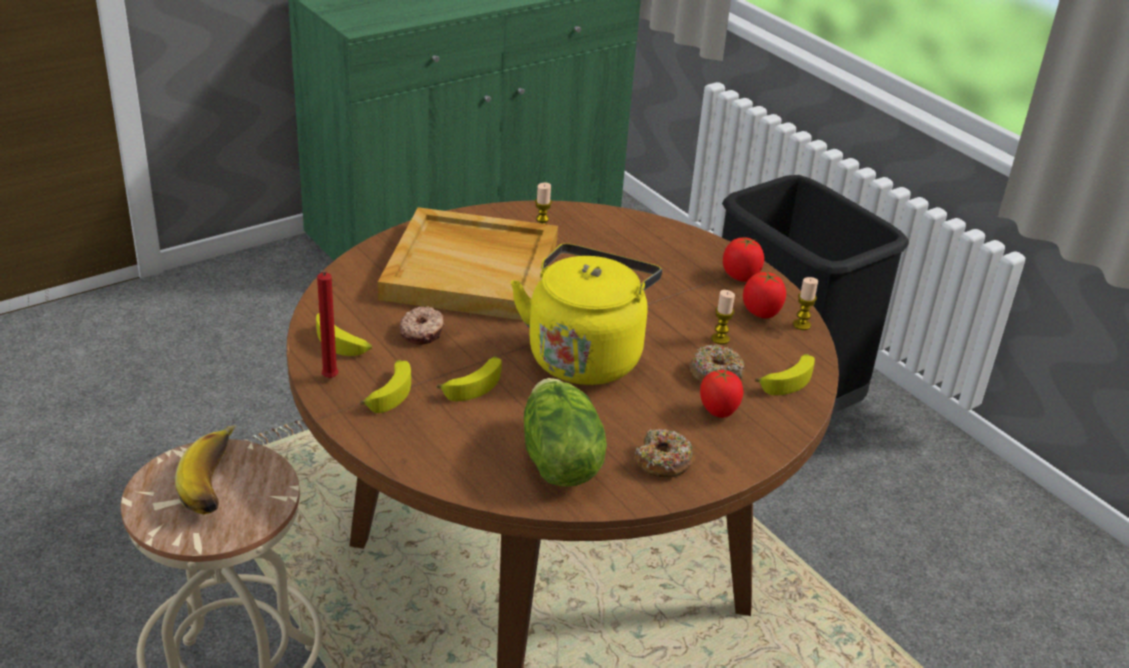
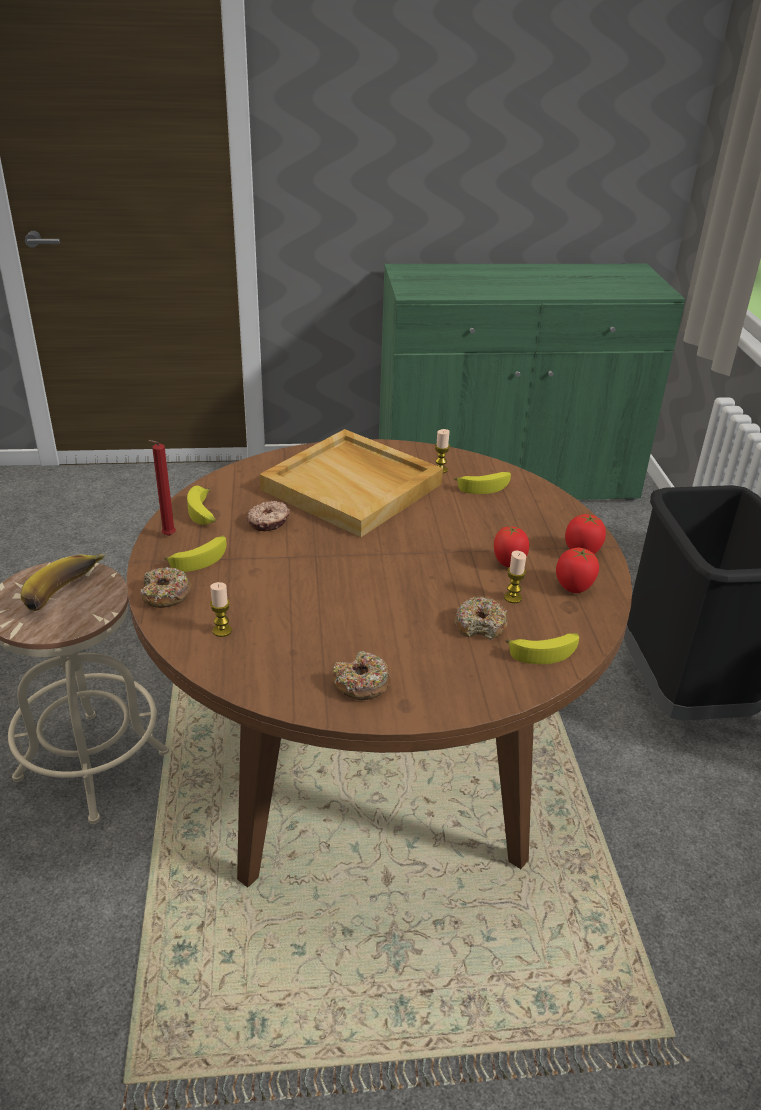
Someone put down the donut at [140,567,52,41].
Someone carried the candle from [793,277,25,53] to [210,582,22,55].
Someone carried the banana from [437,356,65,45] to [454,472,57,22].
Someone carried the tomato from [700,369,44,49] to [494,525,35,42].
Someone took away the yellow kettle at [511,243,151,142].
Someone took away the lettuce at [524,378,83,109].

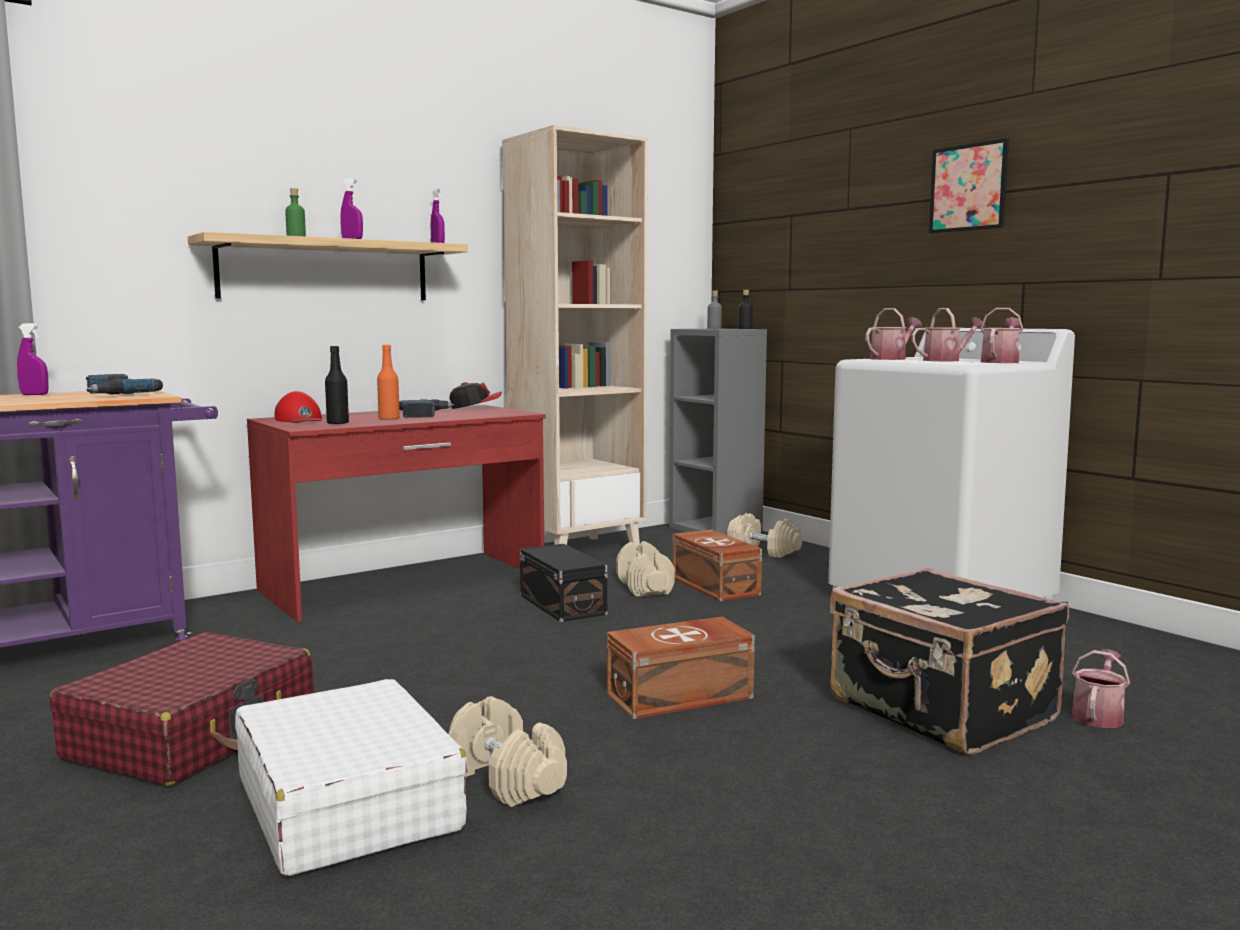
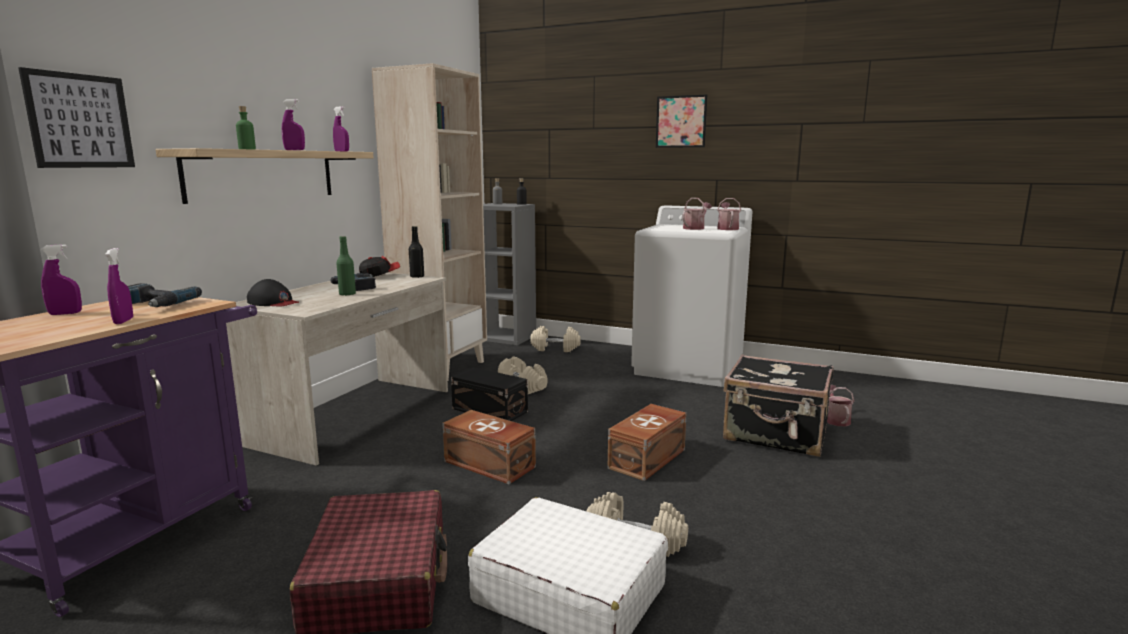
Someone put up the picture at [18,67,117,101].
Someone put down the purple spray bottle at [105,248,28,76].
Someone repainted the red desk at [247,405,299,217], which became the beige desk at [226,273,222,193].
Someone repainted the red cap at [275,391,47,32], which became the black cap at [247,279,52,28].
Someone repainted the orange bottle at [377,345,23,75], which became the green bottle at [336,236,20,60].
Someone carried the black bottle from [325,346,24,78] to [409,226,15,52].
Someone carried the brown storage box from [672,530,90,71] to [443,410,93,74].
Someone took away the watering can at [866,308,56,52].

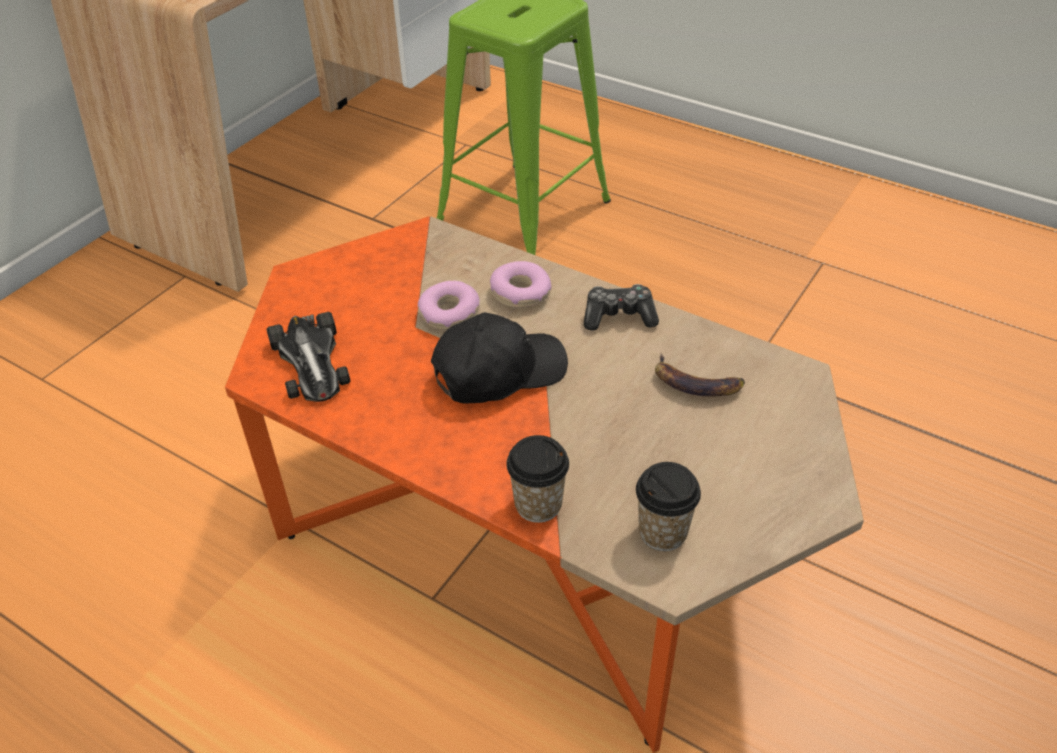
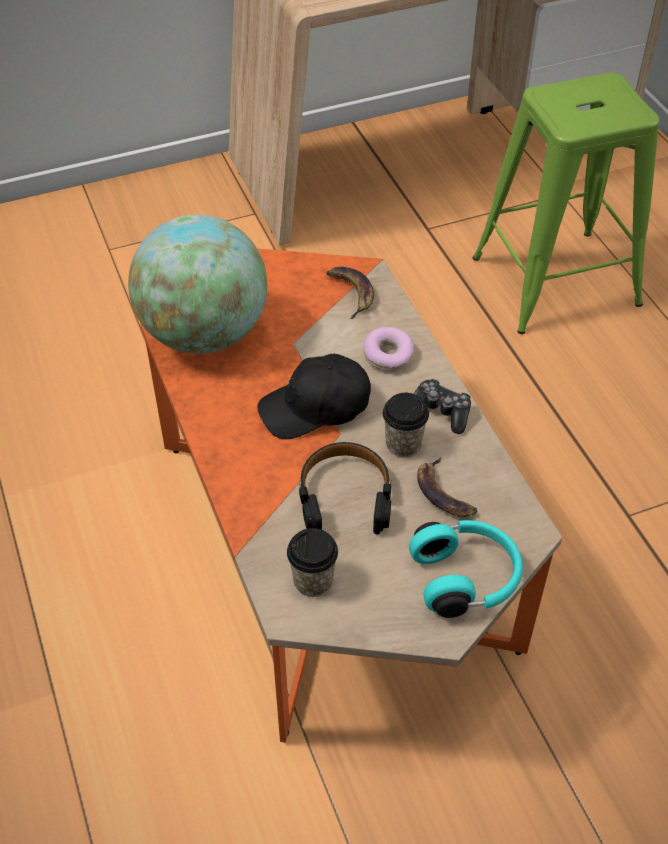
Someone swapped the toy car at [266,312,84,90] for the globe at [128,214,139,140].
Someone rotated the black cap at [431,312,137,92] by 150 degrees clockwise.
Someone put down the black headphones at [299,442,92,92].
Someone put down the banana at [326,267,48,52].
Someone carried the cup from [506,435,63,88] to [383,393,46,65].
Someone put down the turquoise headphones at [409,520,114,98].
Someone took away the donut at [418,281,62,49].

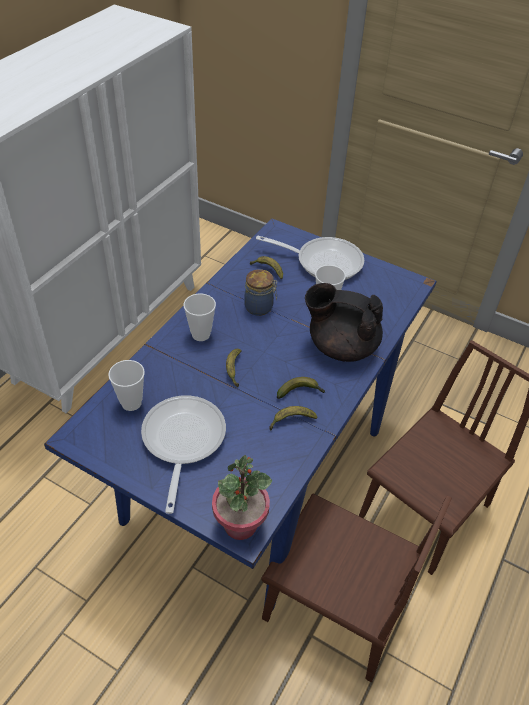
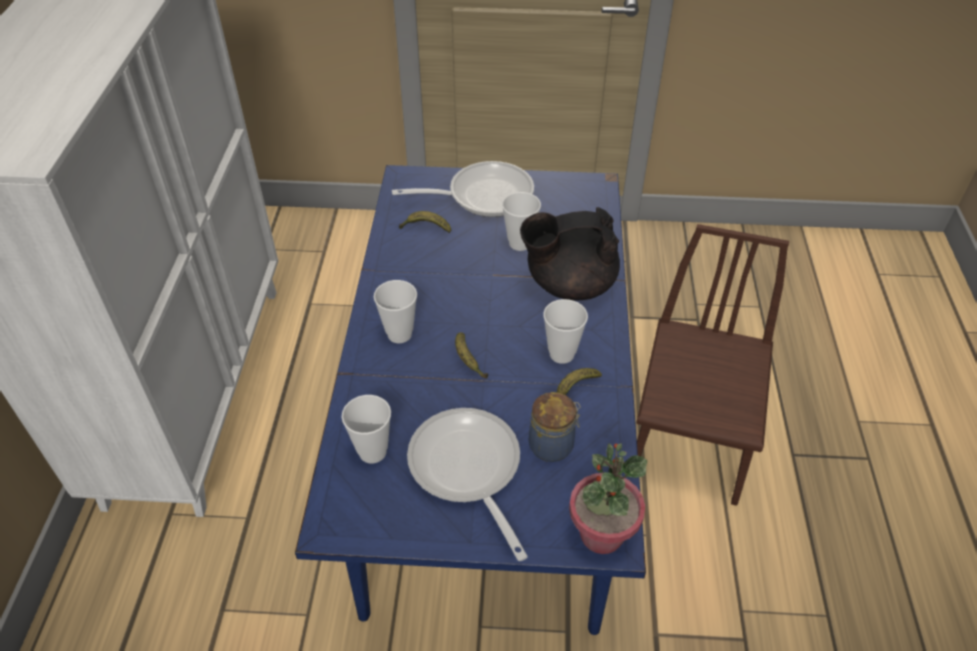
Someone carried the jar from [244,269,33,47] to [529,392,52,70].
Someone swapped the banana at [277,377,48,22] for the cup at [543,299,45,65].
Someone took away the brown chair at [261,493,191,189].

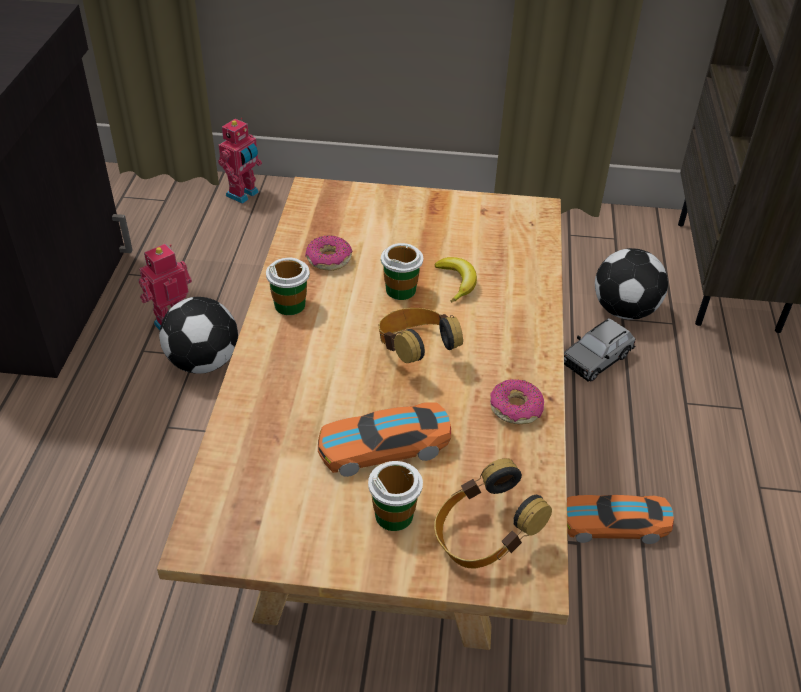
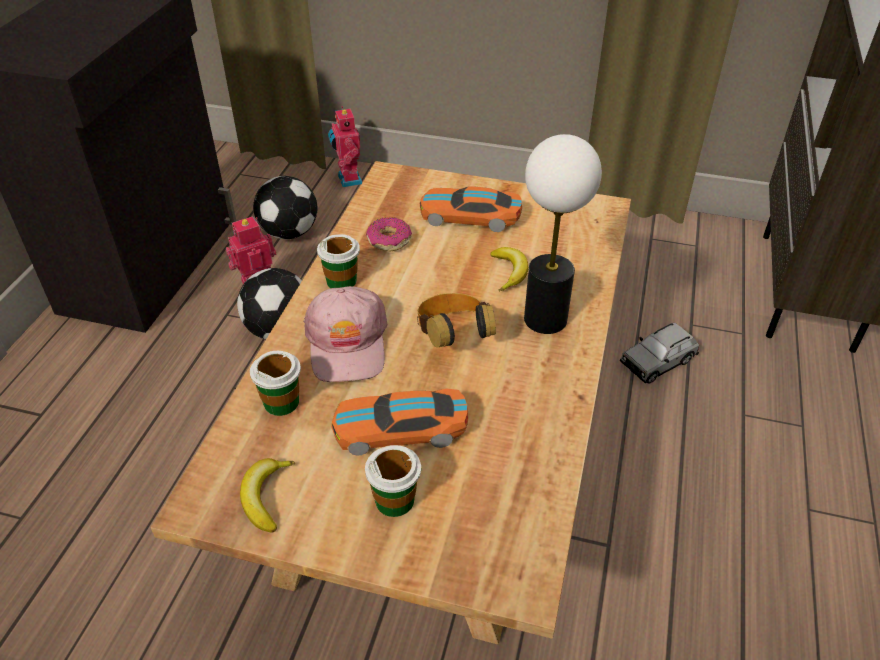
Someone put down the banana at [240,458,55,74].
Someone carried the cup from [381,243,42,57] to [250,351,51,65].
Someone carried the football from [595,248,73,72] to [253,176,65,64].
Someone put down the pink cap at [303,286,84,96].
Someone rotated the toy robot at [218,118,44,86] by 120 degrees clockwise.
Someone carried the toy car from [567,495,107,49] to [420,186,102,46].
Someone put down the table lamp at [524,134,78,200].
Someone took away the headphones at [434,458,118,110].
Someone took away the donut at [490,379,54,45].

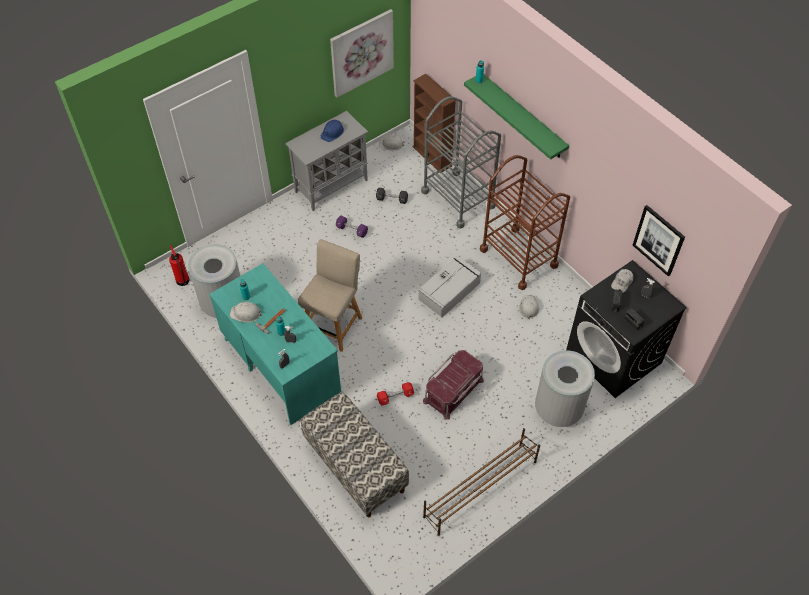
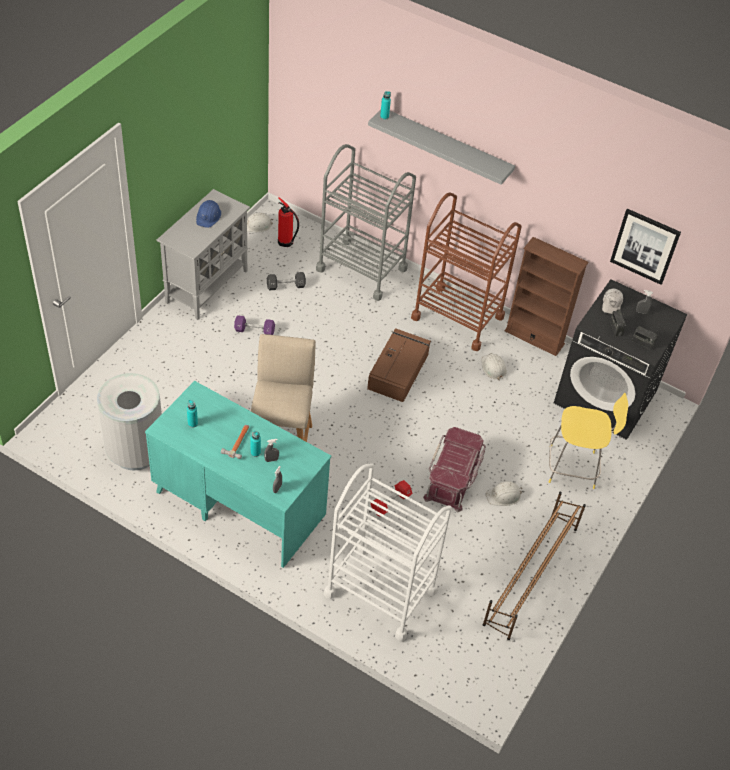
Someone carried the fire extinguisher from [169,245,21,41] to [278,197,21,50].
Someone swapped the bench at [301,392,108,126] for the white cart at [324,463,128,178].
Someone repainted the grey storage box at [418,255,64,62], which became the brown storage box at [367,328,64,74].
Someone repainted the green shelf at [464,75,105,85], which became the grey shelf at [368,110,147,75].
Someone carried the white hard hat from [230,302,32,21] to [486,481,36,25].
Someone carried the brown bookcase from [413,74,43,98] to [505,237,84,119].
Someone swapped the grey trash can at [535,350,60,77] for the yellow stool at [549,393,79,96].
Someone took away the picture at [330,9,64,89].

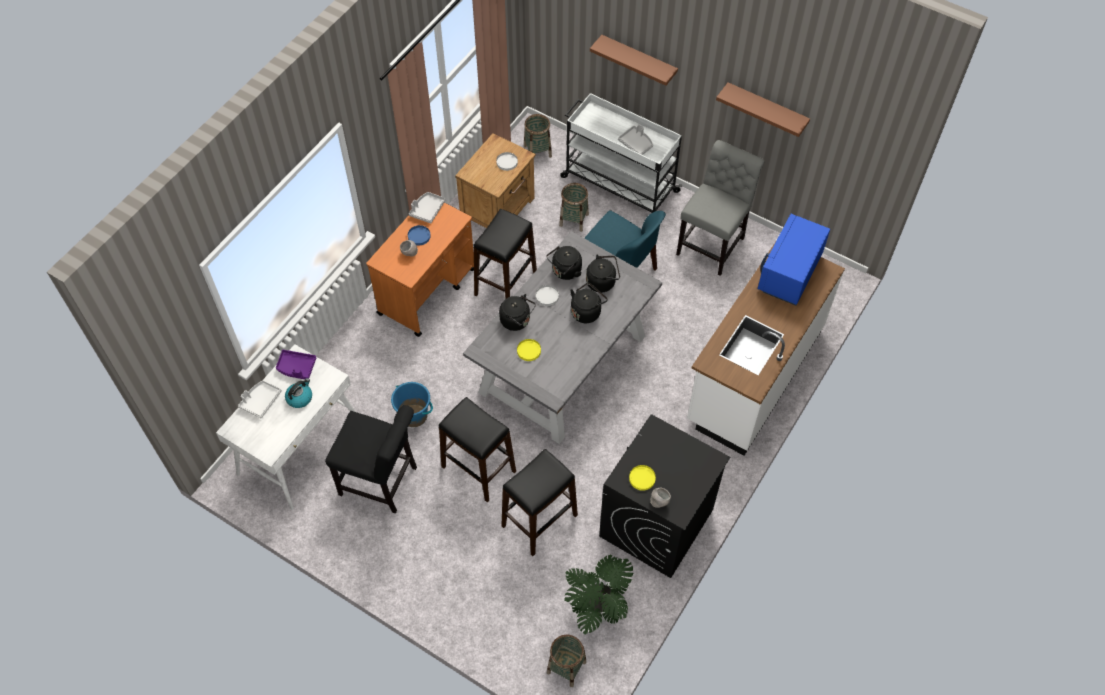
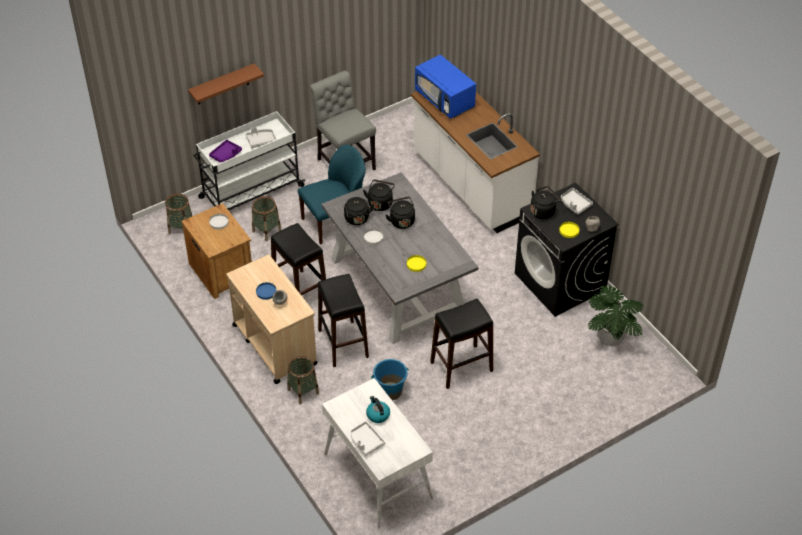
Someone carried the purple tray from [276,350,40,29] to [209,140,33,22].
Someone repainted the orange cart at [366,203,108,134], which became the beige cart at [226,254,92,130].
Someone carried the basket from [547,634,39,53] to [287,356,32,48].
Someone carried the black stool from [501,449,77,107] to [318,274,51,93].
Someone carried the black kettle from [499,294,37,37] to [530,186,32,33].
Someone carried the grey tray from [409,192,36,31] to [561,188,32,27].
Someone took away the black chair at [325,405,92,109].
Someone took away the brown shelf at [716,82,94,55].

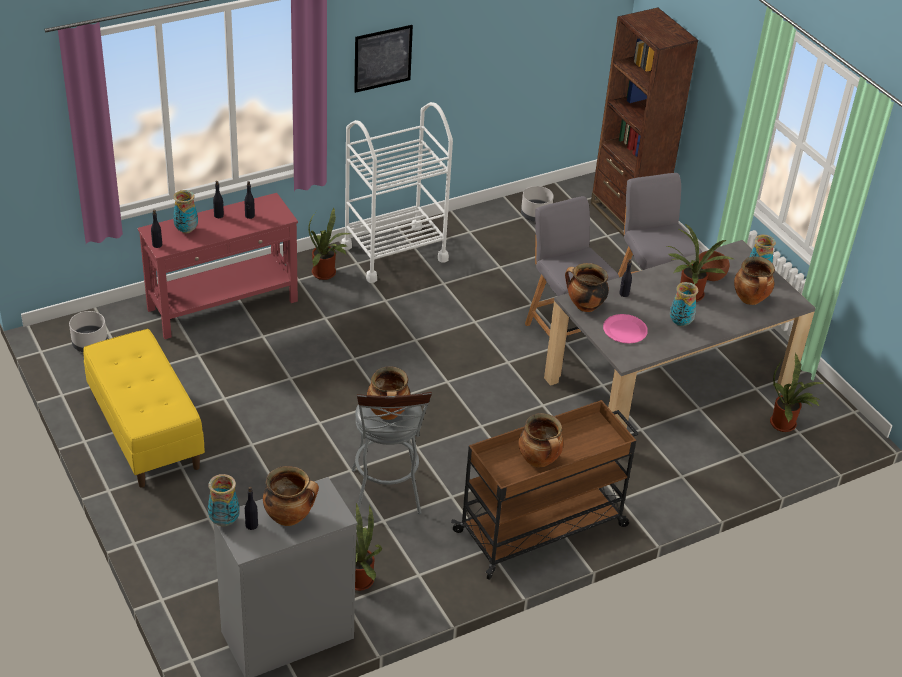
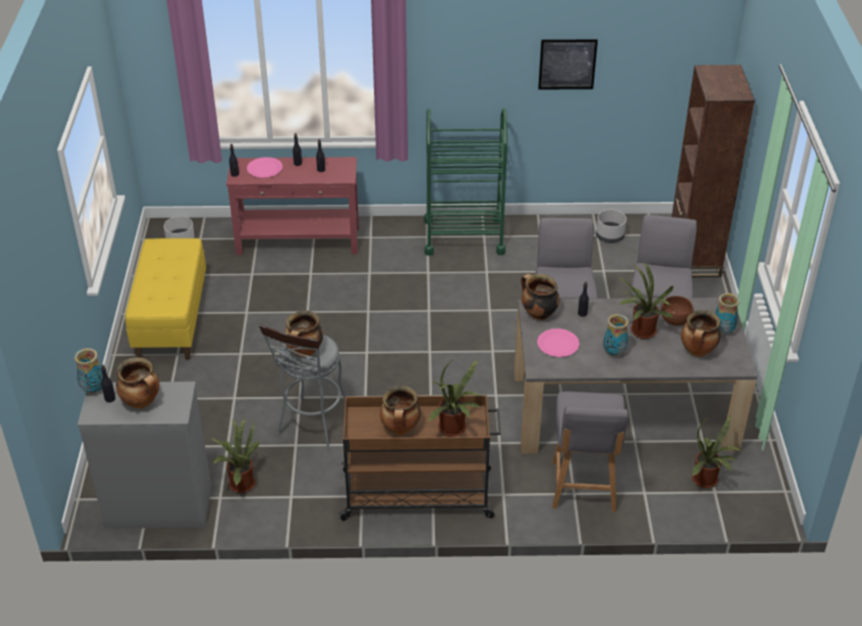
Someone swapped the vase at [173,190,25,43] for the pink plate at [247,157,36,21].
Someone repainted the white cart at [341,102,112,181], which became the green cart at [424,108,84,148].
Someone carried the potted plant from [308,208,43,72] to [428,358,53,79].
Someone carried the picture from [354,25,59,68] to [538,39,60,51].
Someone put down the grey chair at [552,391,76,121].

